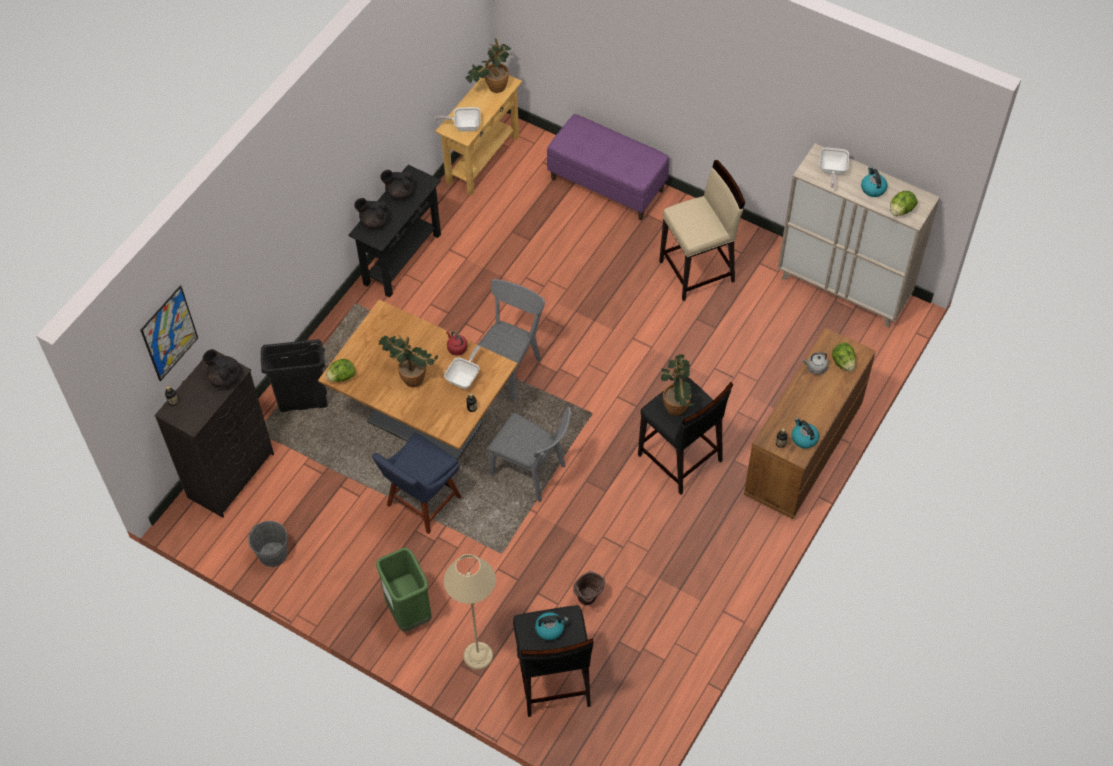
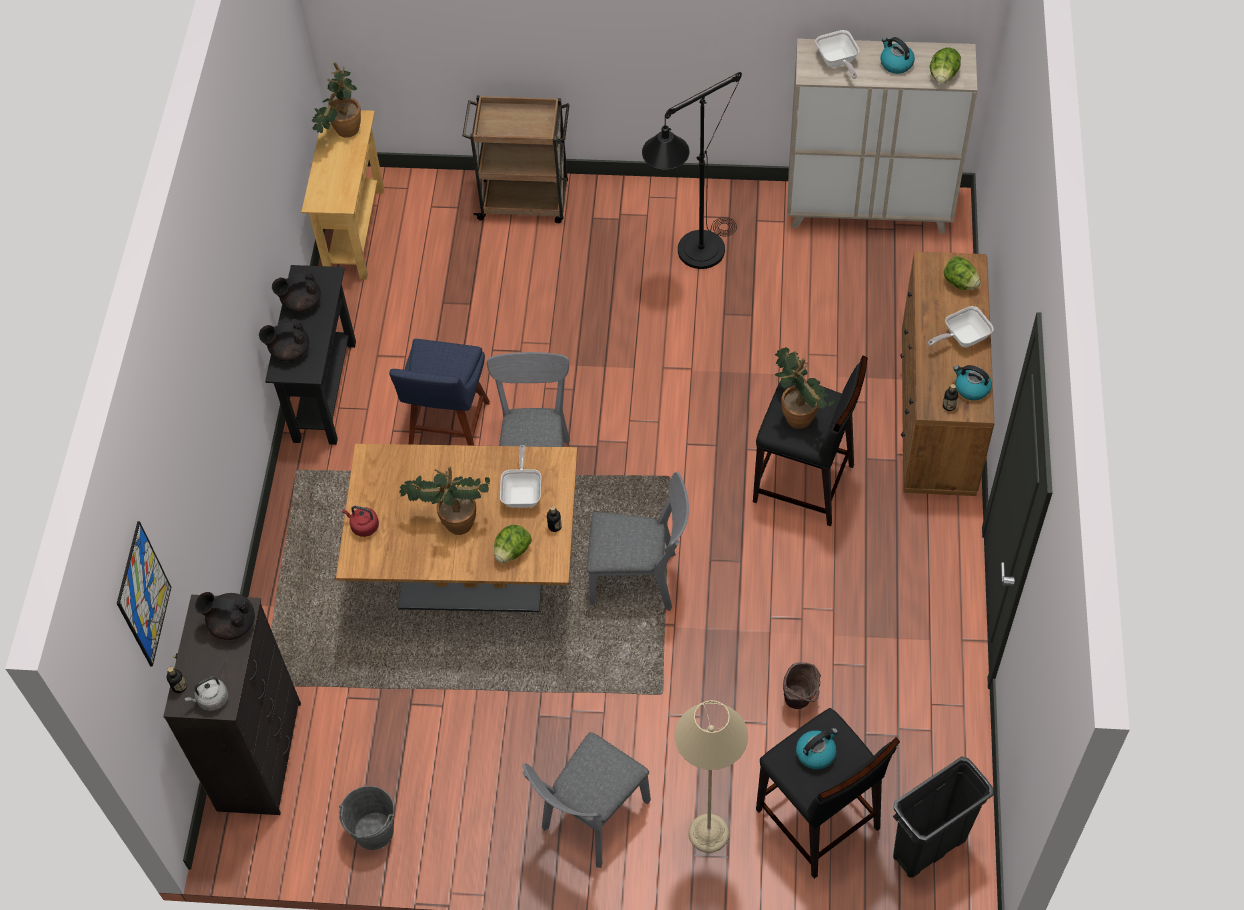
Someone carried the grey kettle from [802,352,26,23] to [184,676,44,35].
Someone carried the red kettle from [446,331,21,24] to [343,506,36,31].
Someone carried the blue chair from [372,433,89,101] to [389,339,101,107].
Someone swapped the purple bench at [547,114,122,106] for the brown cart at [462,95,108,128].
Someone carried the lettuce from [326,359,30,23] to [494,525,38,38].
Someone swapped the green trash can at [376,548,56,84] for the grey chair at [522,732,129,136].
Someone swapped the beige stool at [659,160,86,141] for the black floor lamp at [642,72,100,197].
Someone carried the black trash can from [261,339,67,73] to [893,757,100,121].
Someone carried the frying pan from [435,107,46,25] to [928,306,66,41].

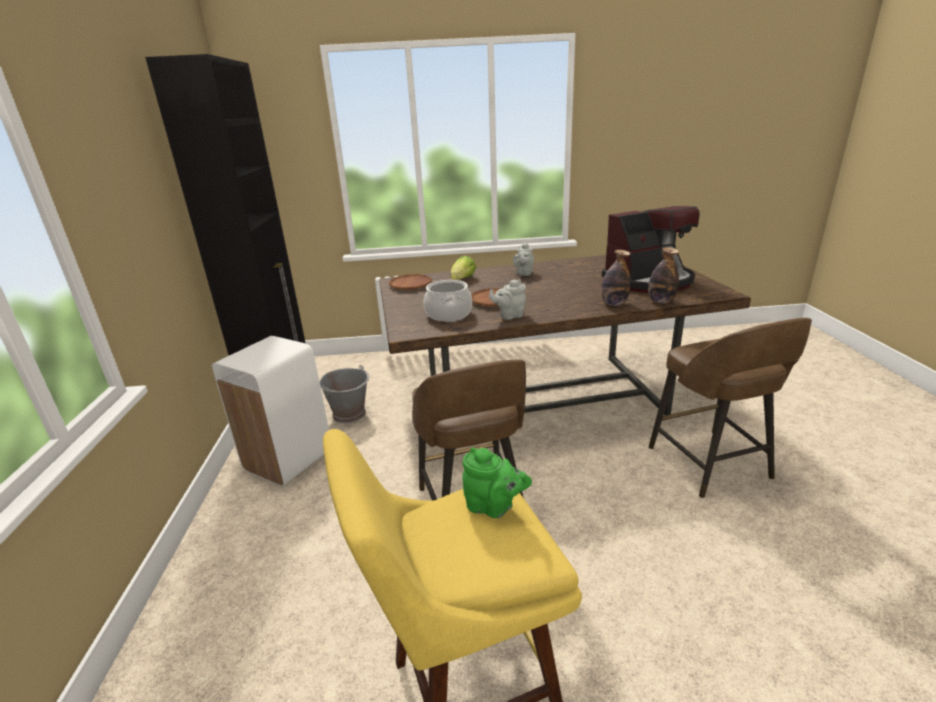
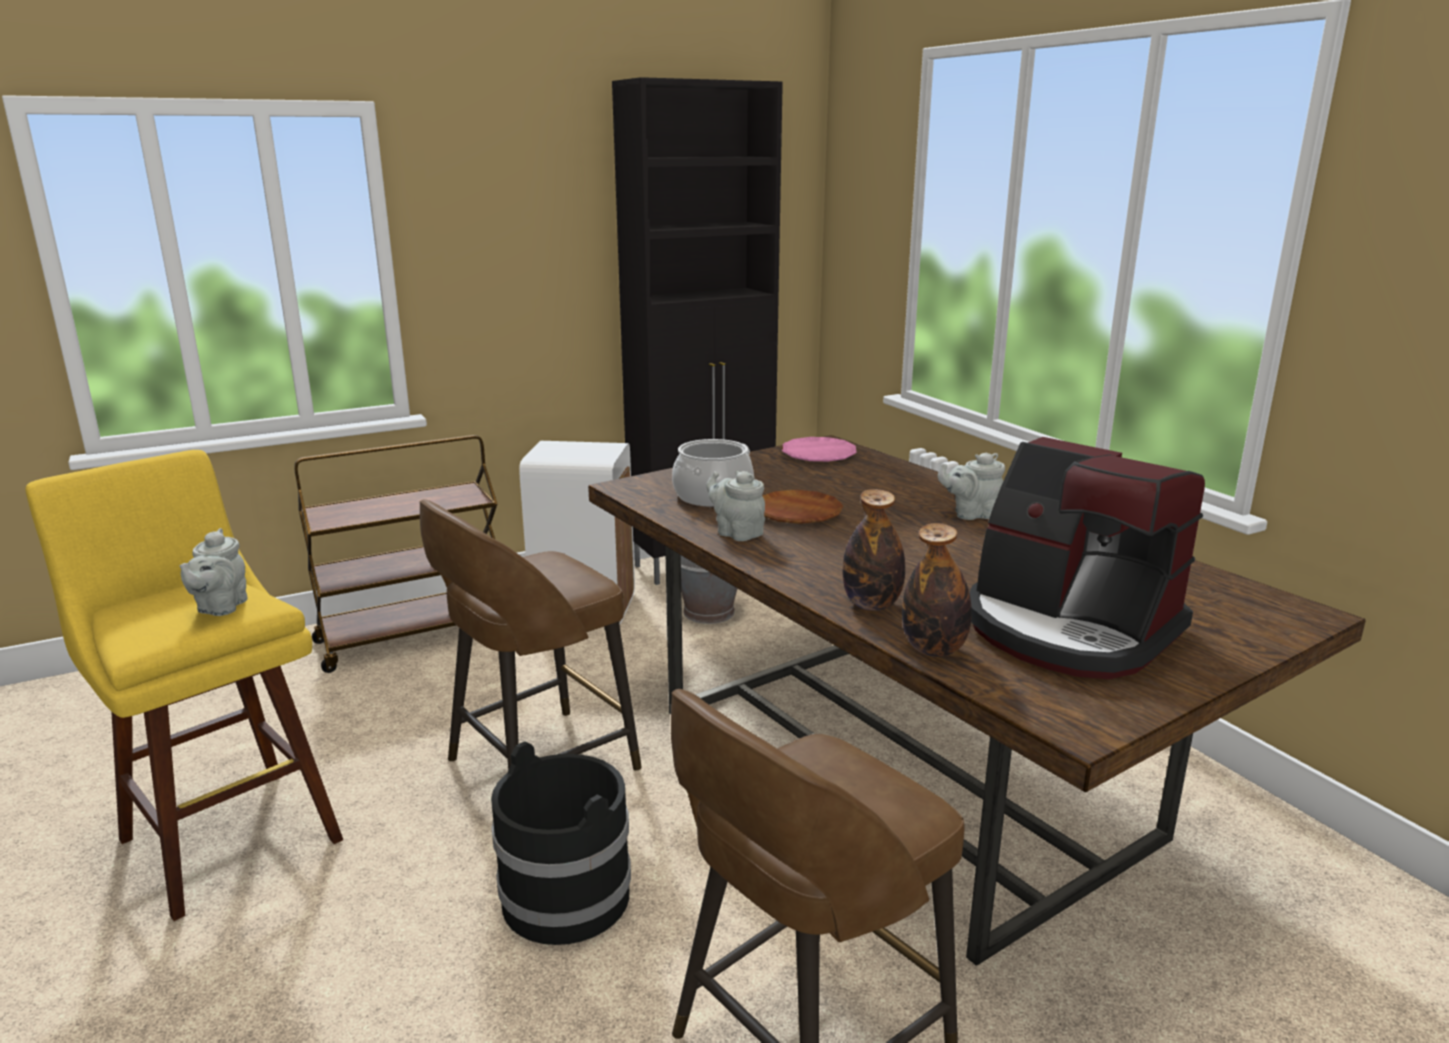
Someone repainted the green teapot at [462,447,70,71], which became the grey teapot at [179,528,68,88].
Someone put down the brown cart at [294,435,203,238].
Someone put down the black bucket at [491,741,140,204].
Someone repainted the brown plate at [389,274,43,16], which became the pink plate at [782,437,74,25].
Someone took away the lettuce at [451,256,25,24].

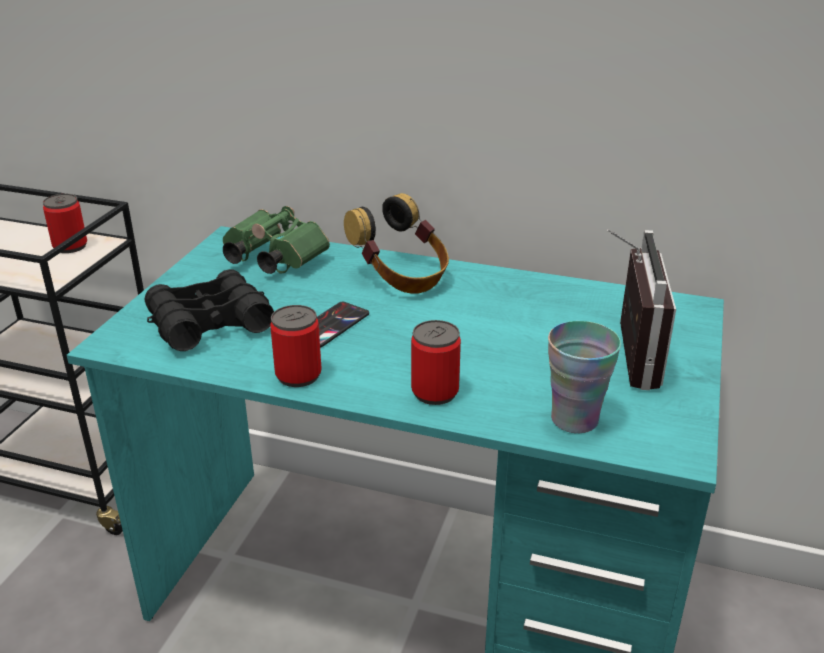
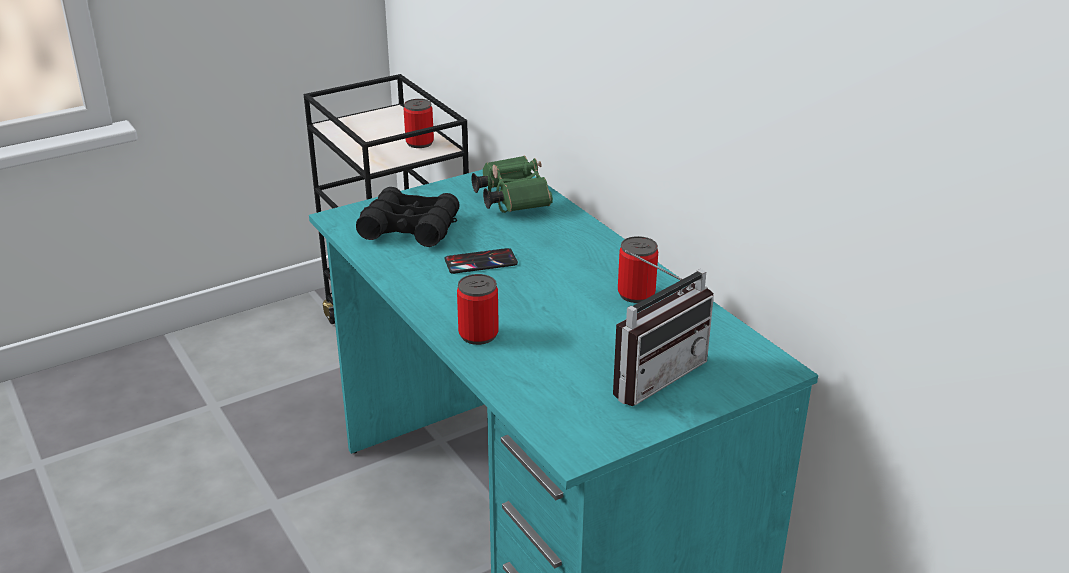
Someone carried the can from [270,305,52,82] to [618,236,40,67].
Someone took away the headphones at [344,193,105,101].
Someone took away the cup at [548,321,73,113].

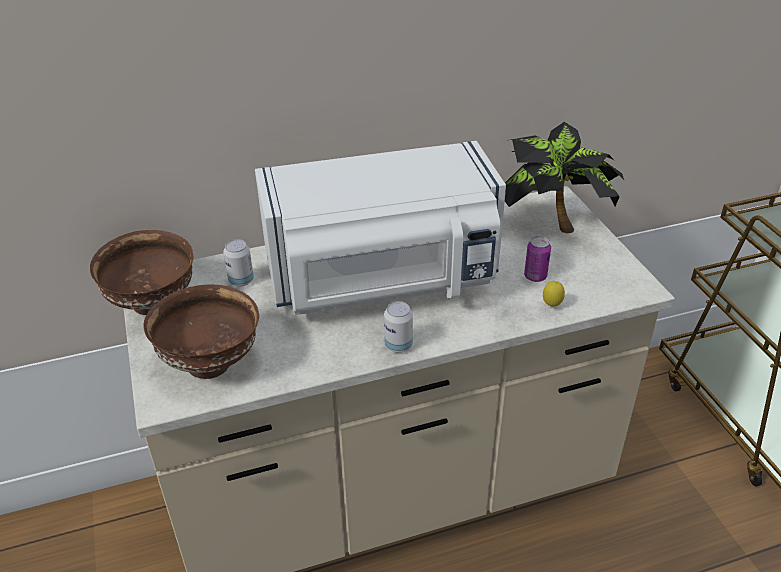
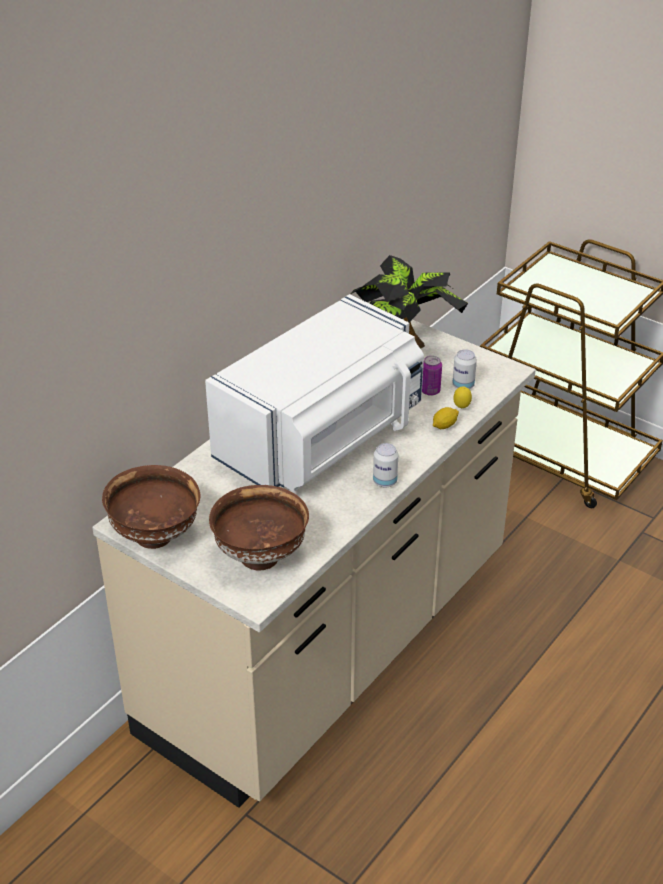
Someone put down the lemon at [433,407,26,23].
Someone carried the can from [223,239,31,48] to [452,349,25,40].

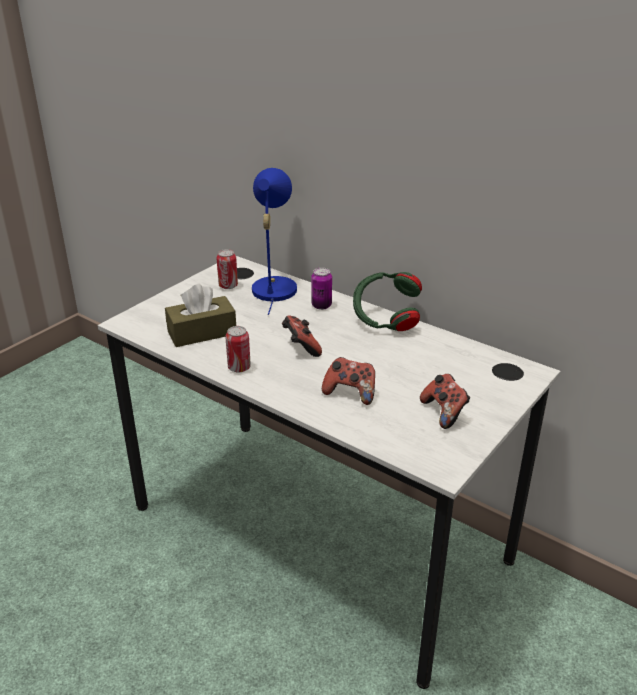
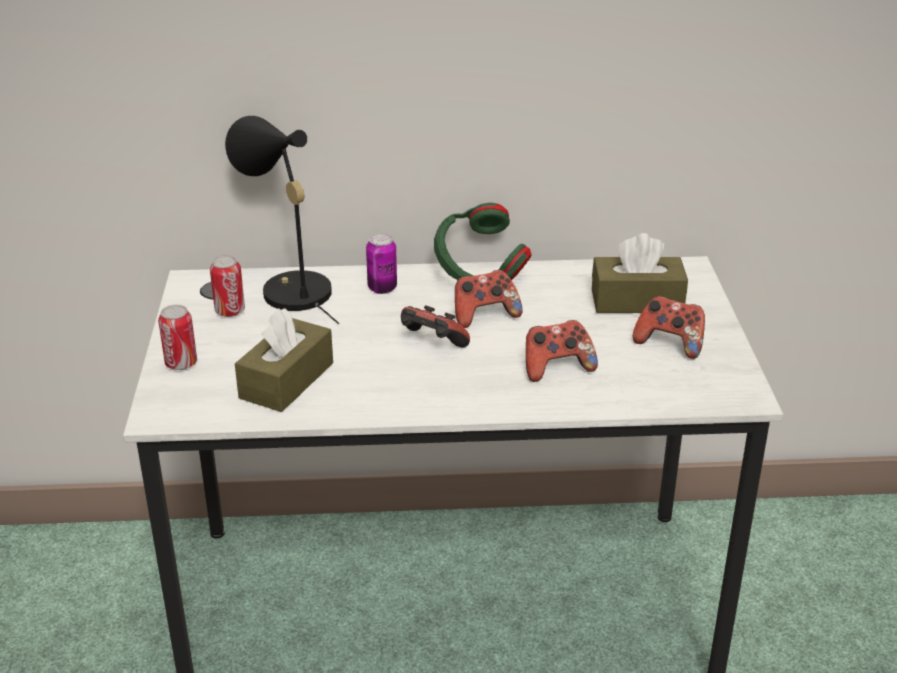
Someone carried the can from [225,326,26,47] to [158,305,39,65].
Someone repainted the blue table lamp at [252,168,45,147], which became the black table lamp at [225,116,114,208].
Someone put down the game controller at [455,270,68,58].
Someone put down the brown tissue box at [592,233,96,80].

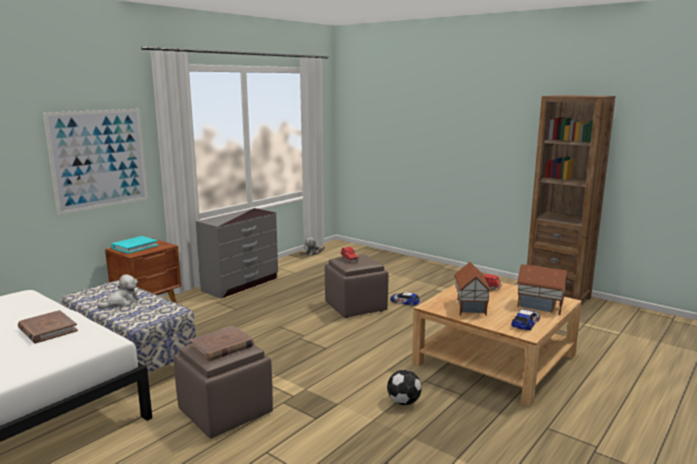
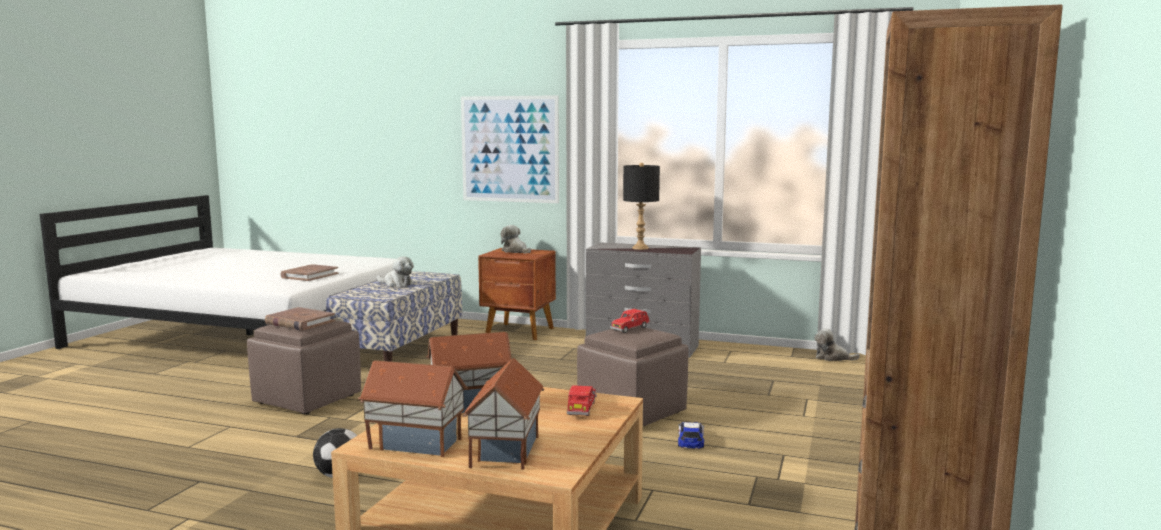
Someone swapped the toy car at [511,310,29,20] for the toy house at [358,360,110,97].
Someone swapped the turquoise book at [111,236,47,18] for the plush toy at [500,225,31,28].
Someone put down the black table lamp at [623,163,37,87].

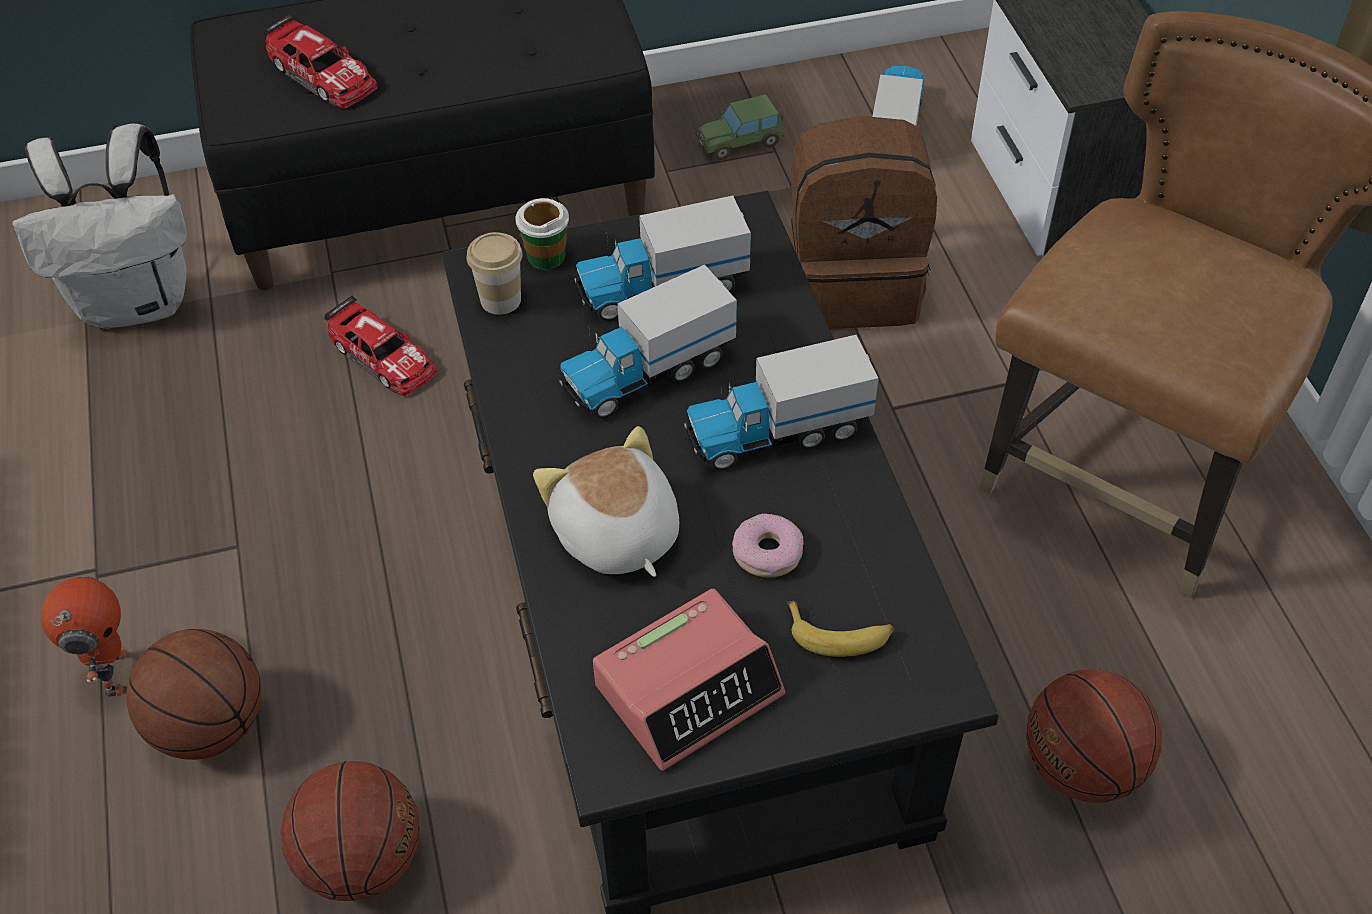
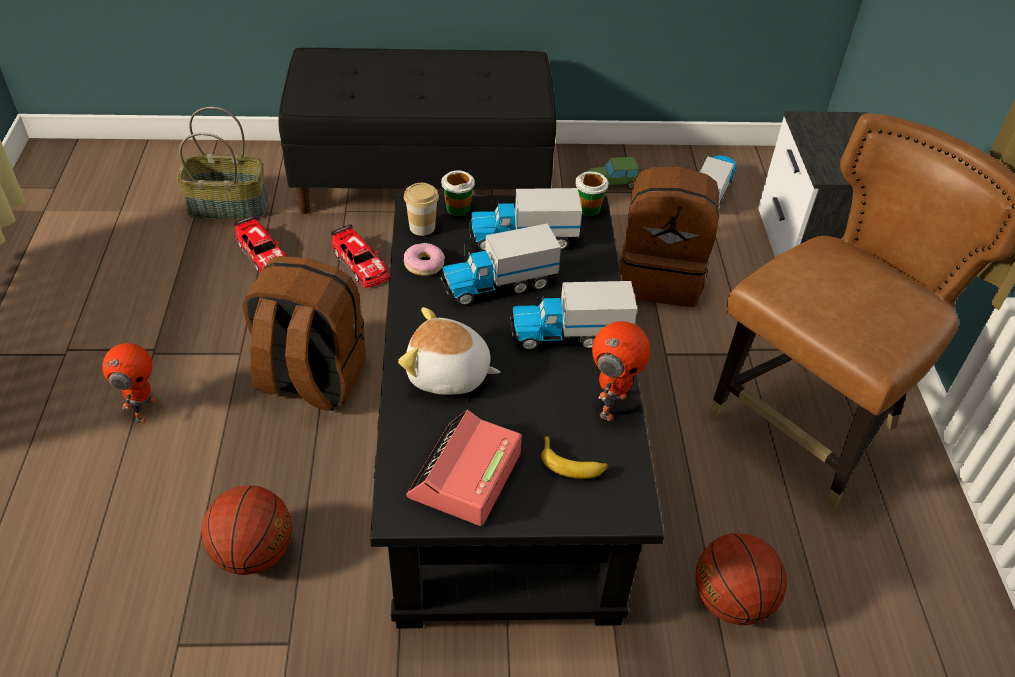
Someone swapped the white backpack at [13,124,174,205] for the basket at [177,107,91,113].
Someone carried the toy car from [262,12,116,97] to [234,215,53,59].
Someone put down the brown backpack at [243,256,123,155].
Someone rotated the plush toy at [533,426,146,151] by 60 degrees counterclockwise.
Someone carried the donut from [732,514,71,63] to [404,243,41,33].
Someone rotated the alarm clock at [593,589,192,182] by 135 degrees clockwise.
Someone put down the cup at [575,171,34,45].
Someone put down the toy robot at [592,321,58,100].
Someone took away the basketball at [126,629,136,131].

